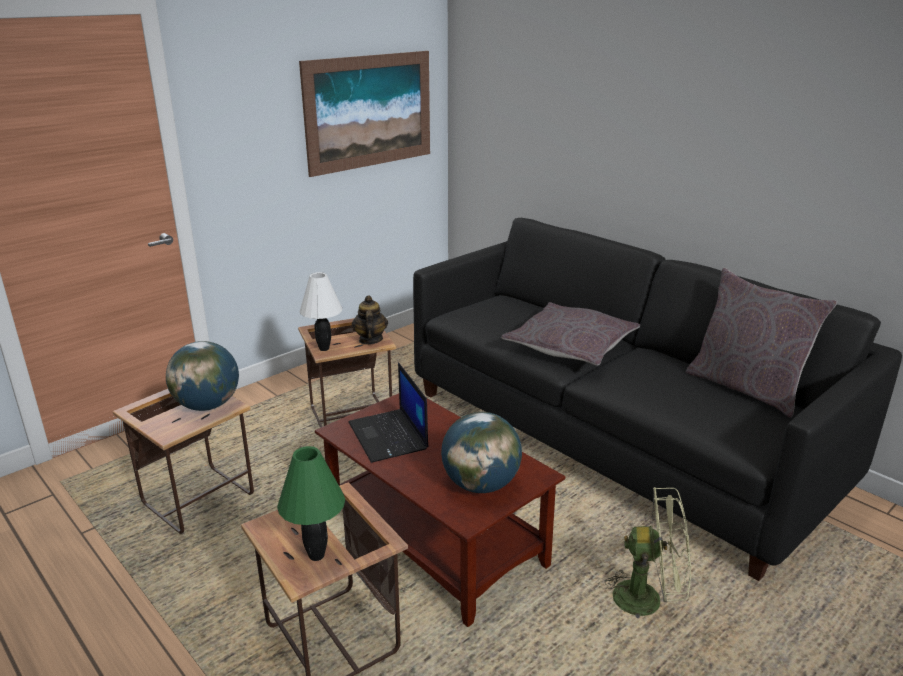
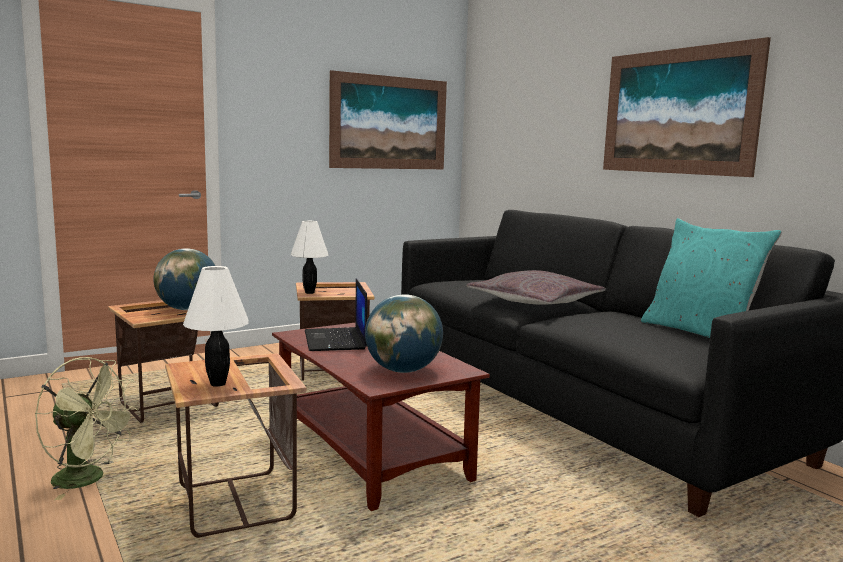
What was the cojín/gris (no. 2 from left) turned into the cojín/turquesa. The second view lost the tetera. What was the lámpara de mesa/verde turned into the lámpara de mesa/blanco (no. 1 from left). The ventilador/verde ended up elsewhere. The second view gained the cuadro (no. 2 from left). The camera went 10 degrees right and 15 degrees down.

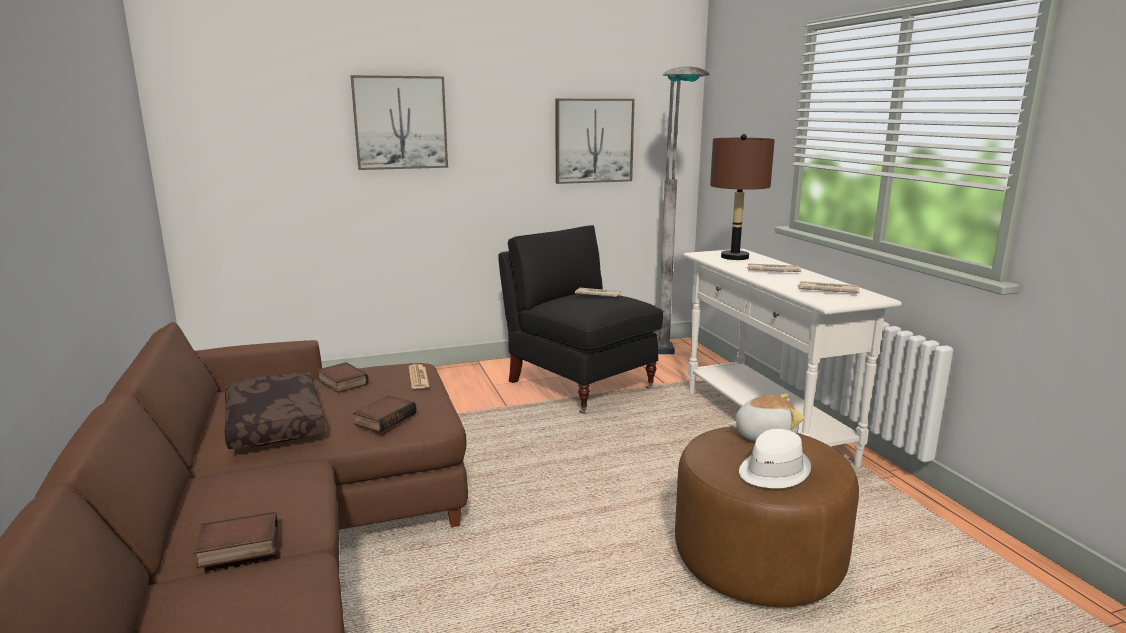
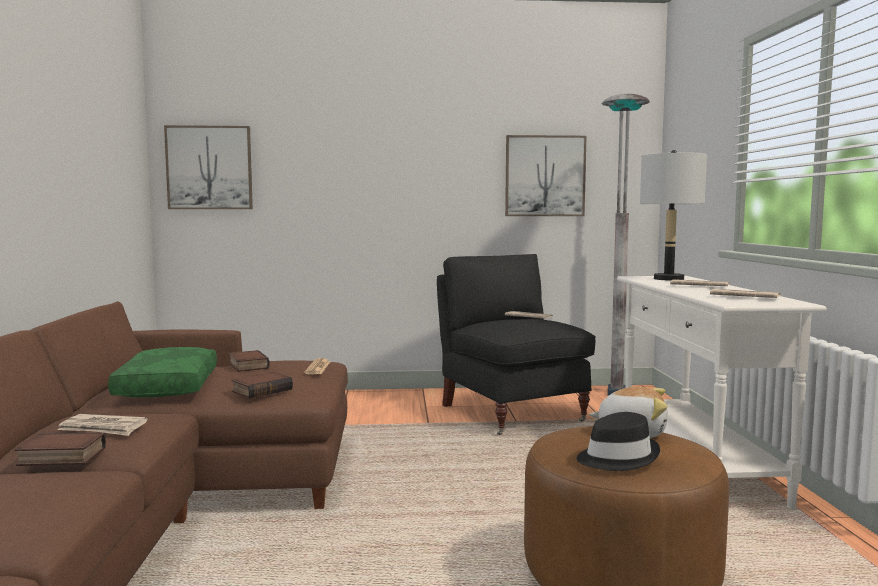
The cuadro (no. 1 from left) ended up elsewhere. What was the lámpara de mesa/marrón turned into the lámpara de mesa/gris. What was the cojín/marrón turned into the cojín/verde. What was the sombrero/blanco turned into the sombrero/negro. The second view gained the periódico (no. 1 from left). The camera went 15 degrees right and 10 degrees down.

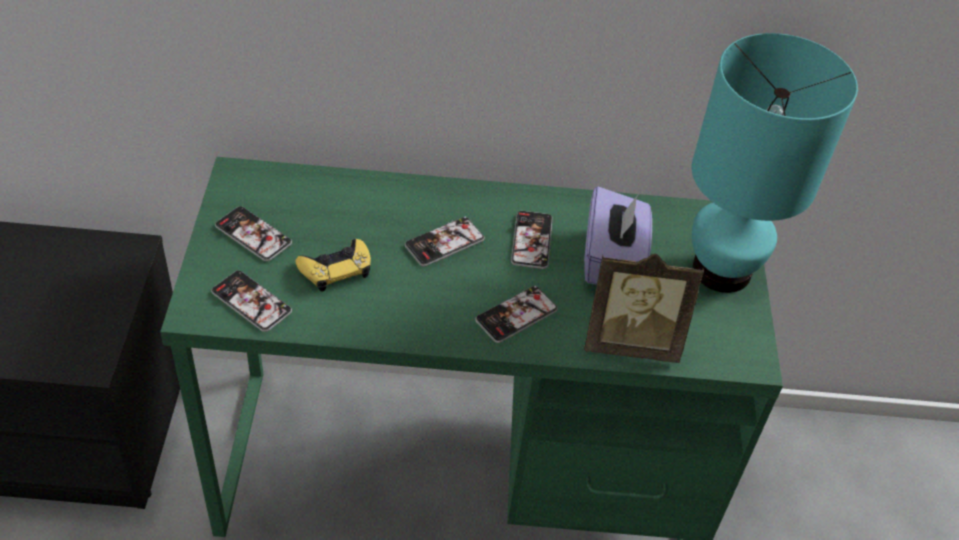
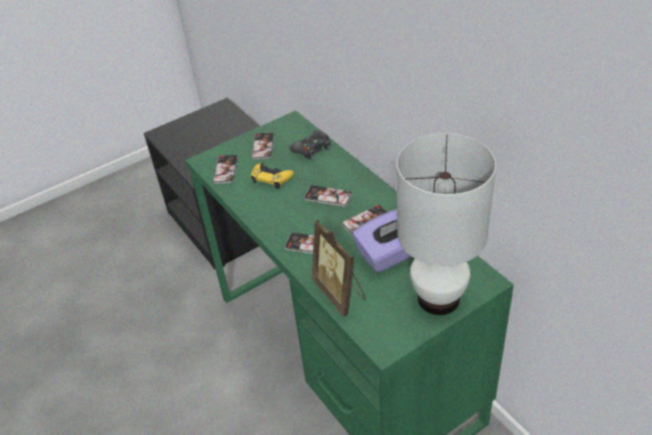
What was the lámpara de mesa/turquesa turned into the lámpara de mesa/blanco. The second view gained the mando de consola/negro. The camera went 60 degrees right and 5 degrees down.

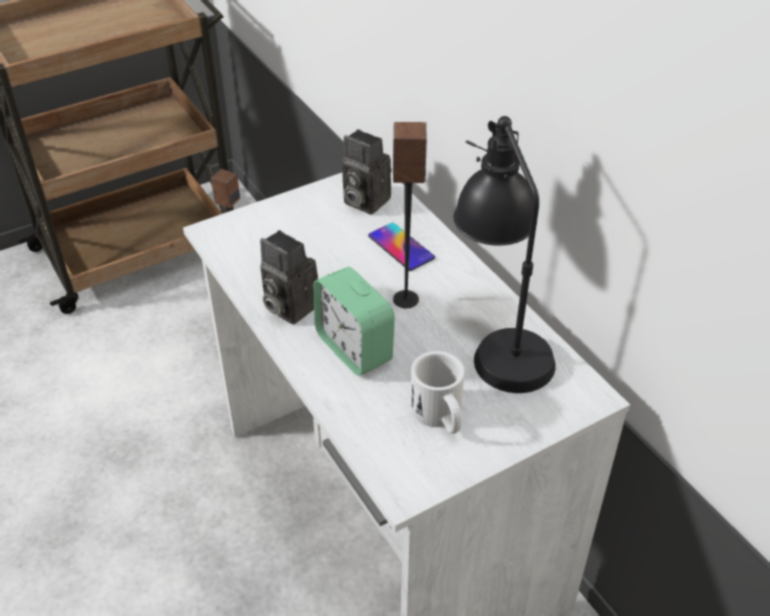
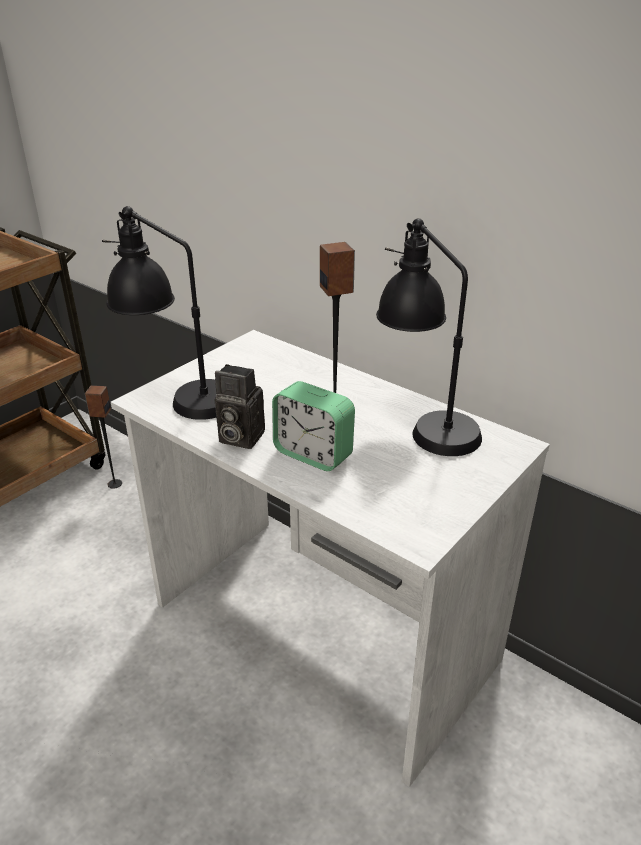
The second view lost the cámara (no. 2 from left). The second view lost the móvil. The second view lost the taza grande/blanco. The second view gained the lámpara de mesa/negro (no. 1 from left). The camera went 20 degrees left and 10 degrees down.

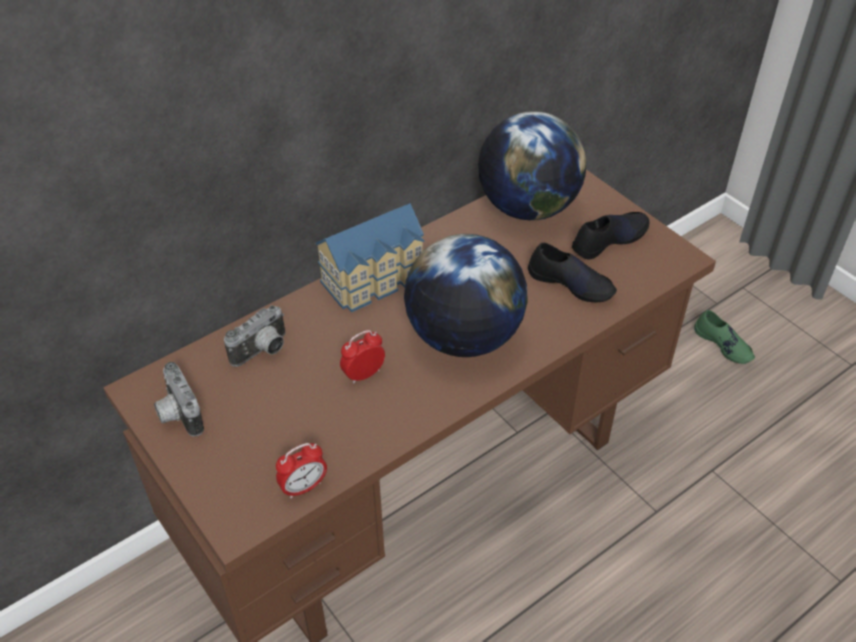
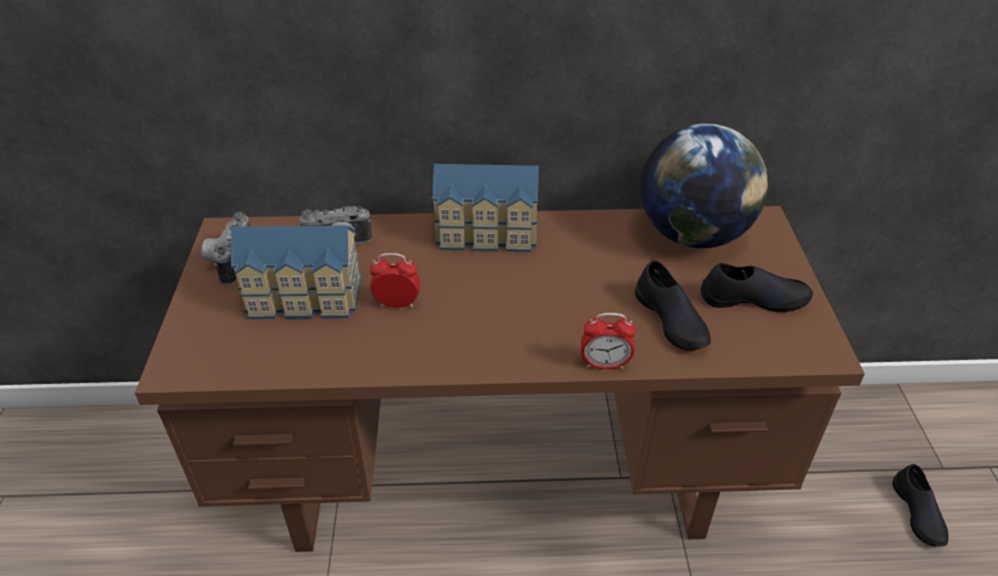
The second view lost the globo terráqueo (no. 1 from left). What was the zapato/verde turned into the zapato/negro (no. 3 from left). The despertador (no. 1 from left in the first image) ended up elsewhere. The second view gained the casita (no. 1 from left). The camera went 35 degrees right and 5 degrees down.

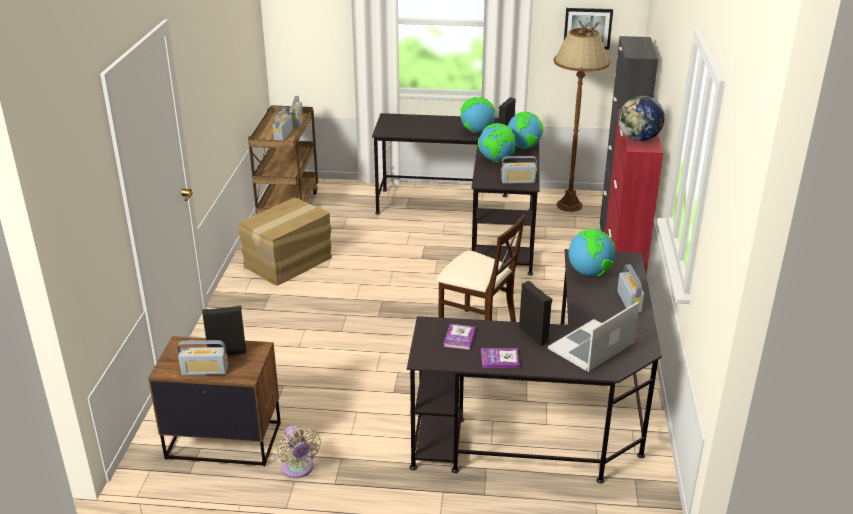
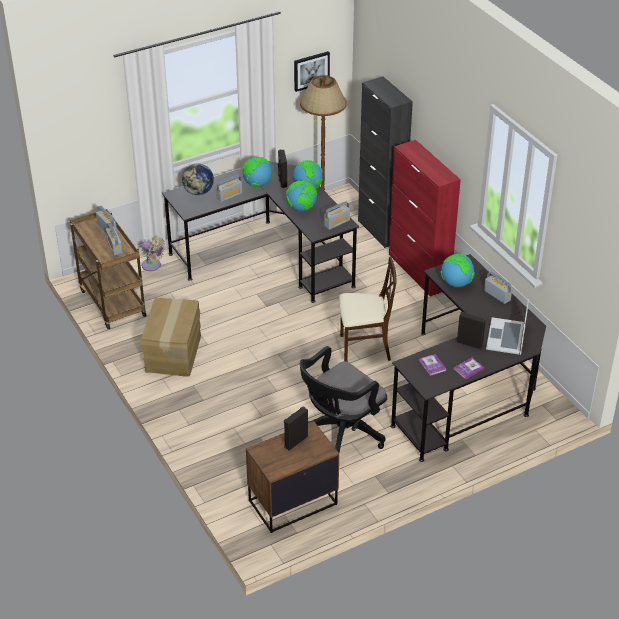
The globo terráqueo (no. 5 from left in the first image) ended up elsewhere. The radio (no. 1 from left in the first image) ended up elsewhere. The ventilador/beis ended up elsewhere. The second view gained the silla de oficina/negro. The camera went 35 degrees left and 10 degrees up.

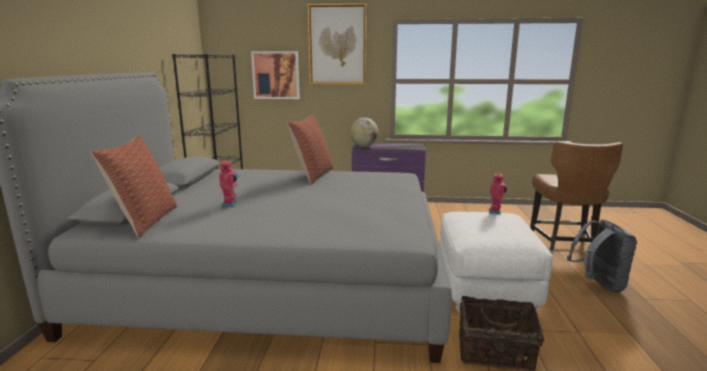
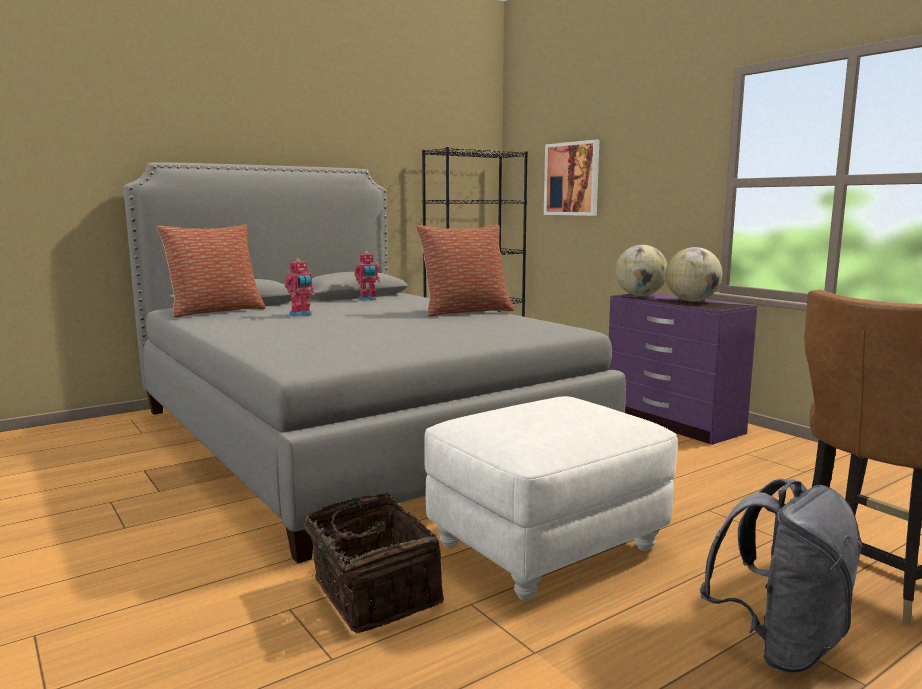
The second view lost the cuadro (no. 2 from left). The robot de juguete (no. 2 from left) ended up elsewhere. The second view gained the globo terráqueo (no. 2 from left). The camera went 50 degrees right and 5 degrees down.

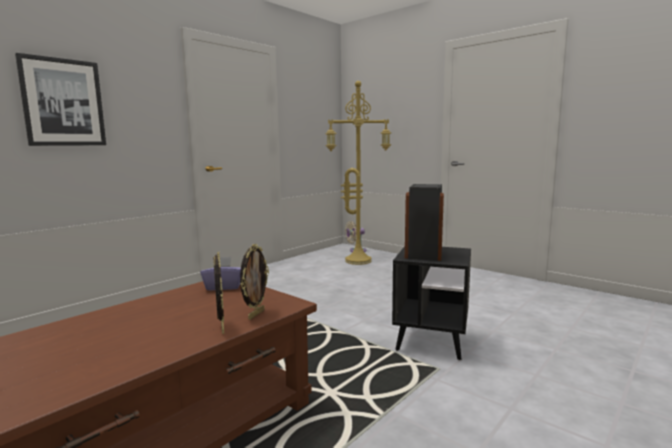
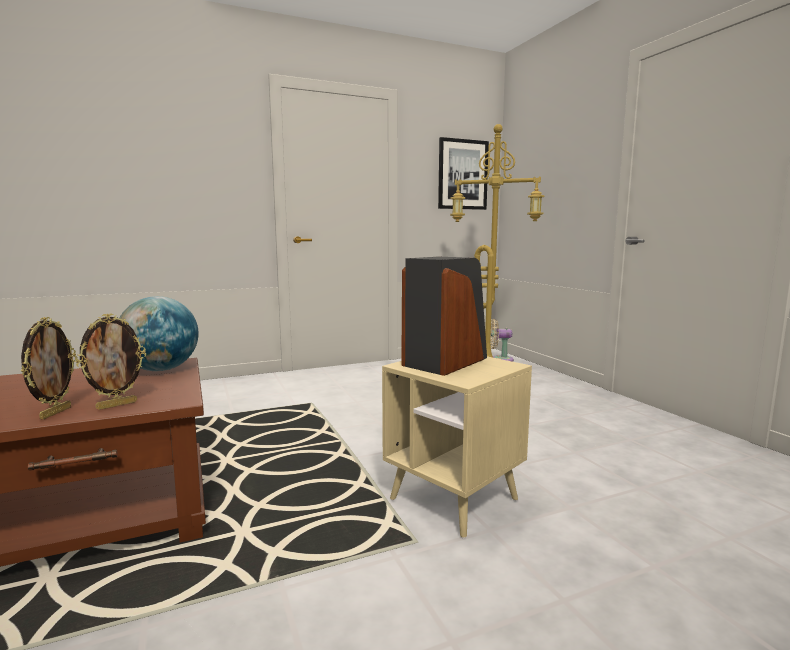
The cuadro ended up elsewhere. What was the mesa auxiliar/negro turned into the mesa auxiliar/beis. Where the caja de pañuelos/morado stood, the globo terráqueo came to stand. The camera went 25 degrees right and 0 degrees up.

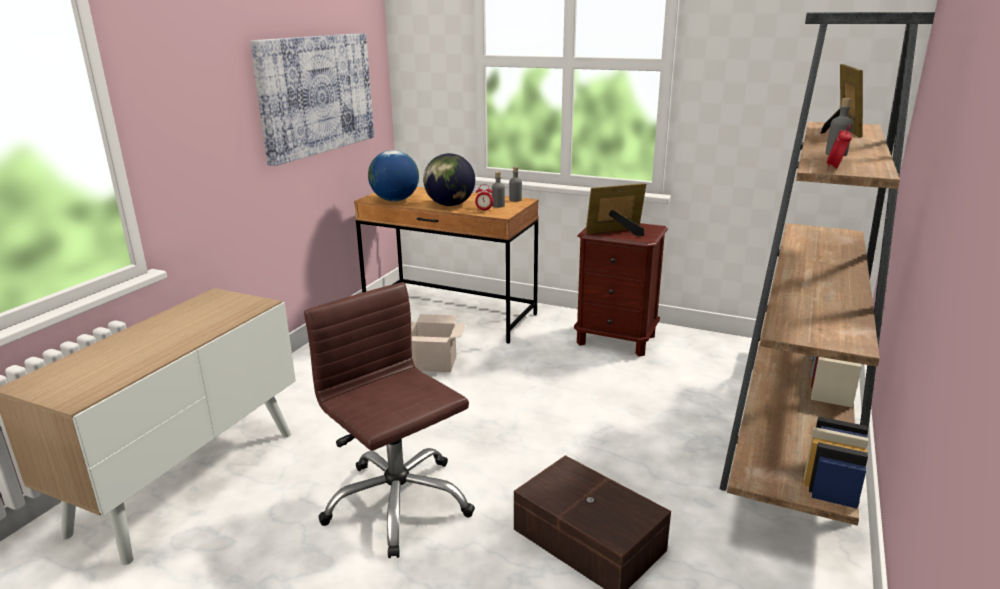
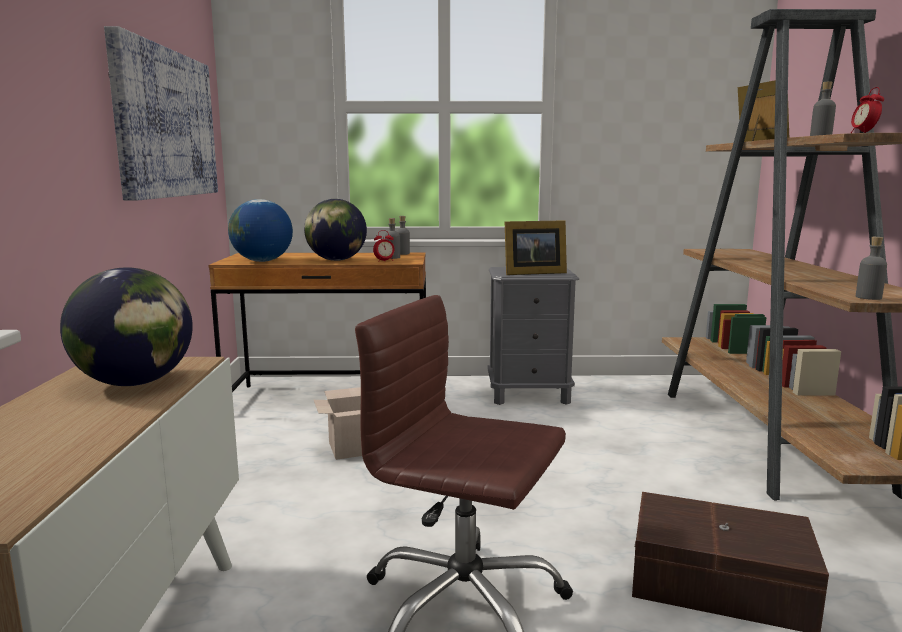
The portarretratos (no. 1 from left) ended up facing another way, 150 degrees counterclockwise from before. What was the mesita de noche/marrón turned into the mesita de noche/gris. The second view gained the botella/gris (no. 4 from left). The second view gained the globo terráqueo (no. 1 from left). The camera went 25 degrees left and 10 degrees down.

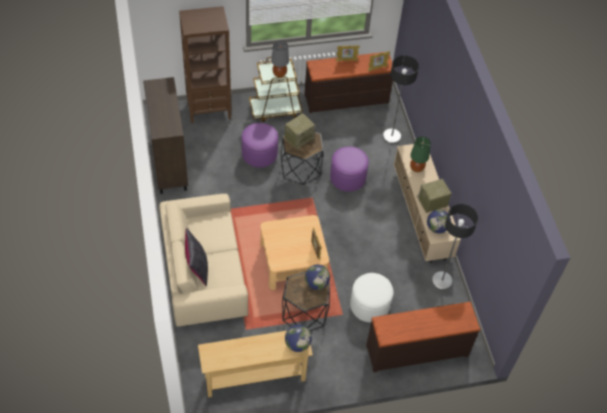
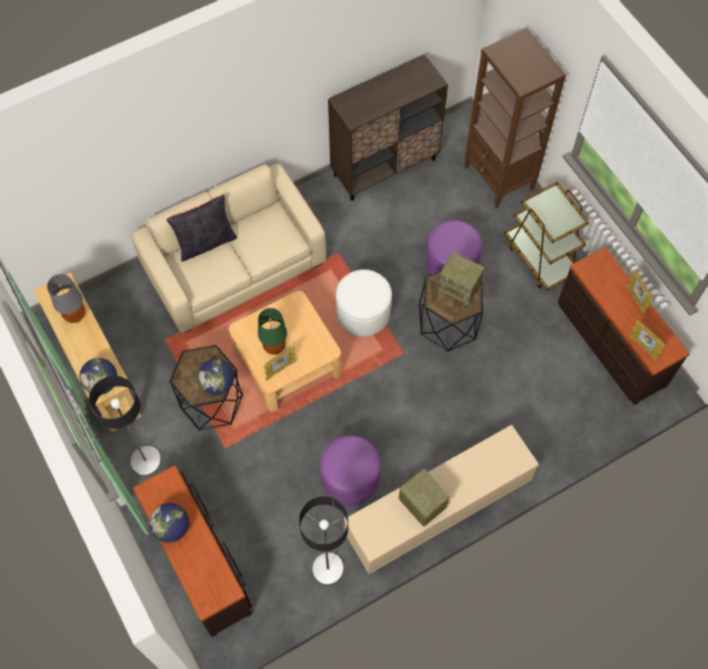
The lámpara de mesa/gris ended up elsewhere. The lámpara de pie (no. 1 from left) ended up elsewhere. The lámpara de mesa/verde ended up elsewhere. The puf/morado (no. 2 from left in the first image) ended up elsewhere. The globo terráqueo (no. 3 from left in the first image) ended up elsewhere. The puf/blanco ended up elsewhere. The camera went 75 degrees right and 10 degrees up.

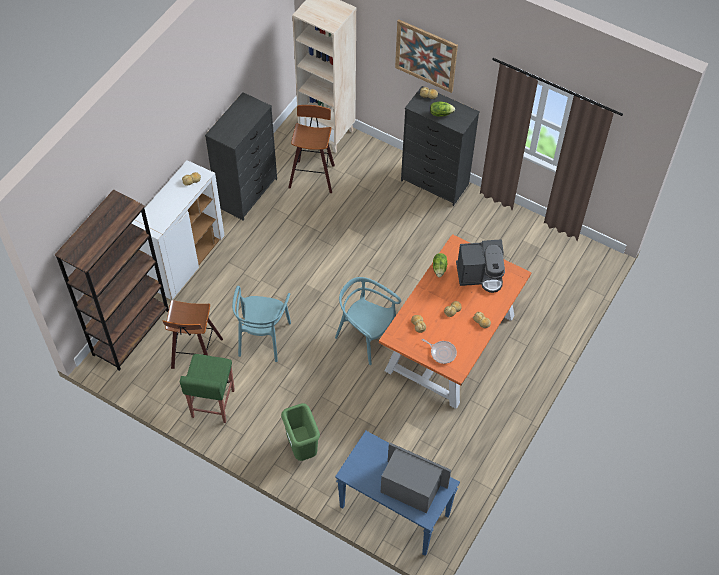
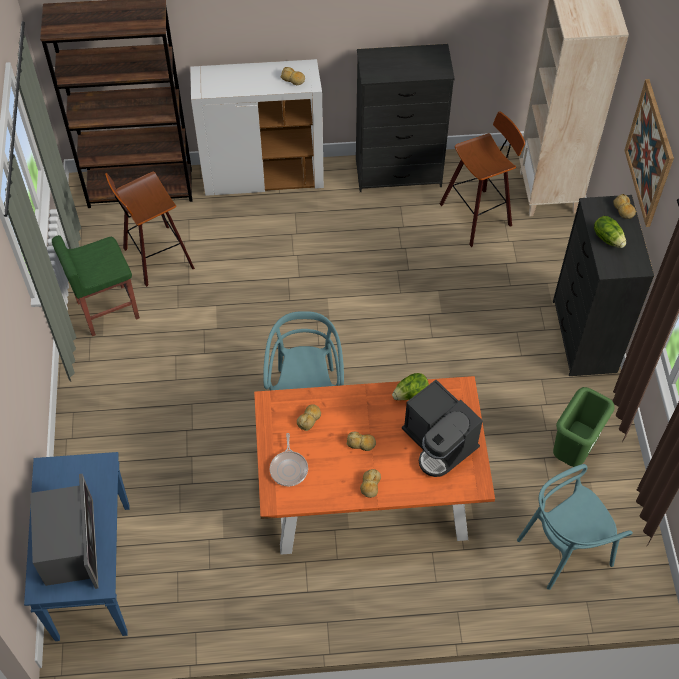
The silla/turquesa (no. 1 from left in the first image) ended up elsewhere. The papelera/verde ended up elsewhere. The camera went 55 degrees right and 0 degrees up.

